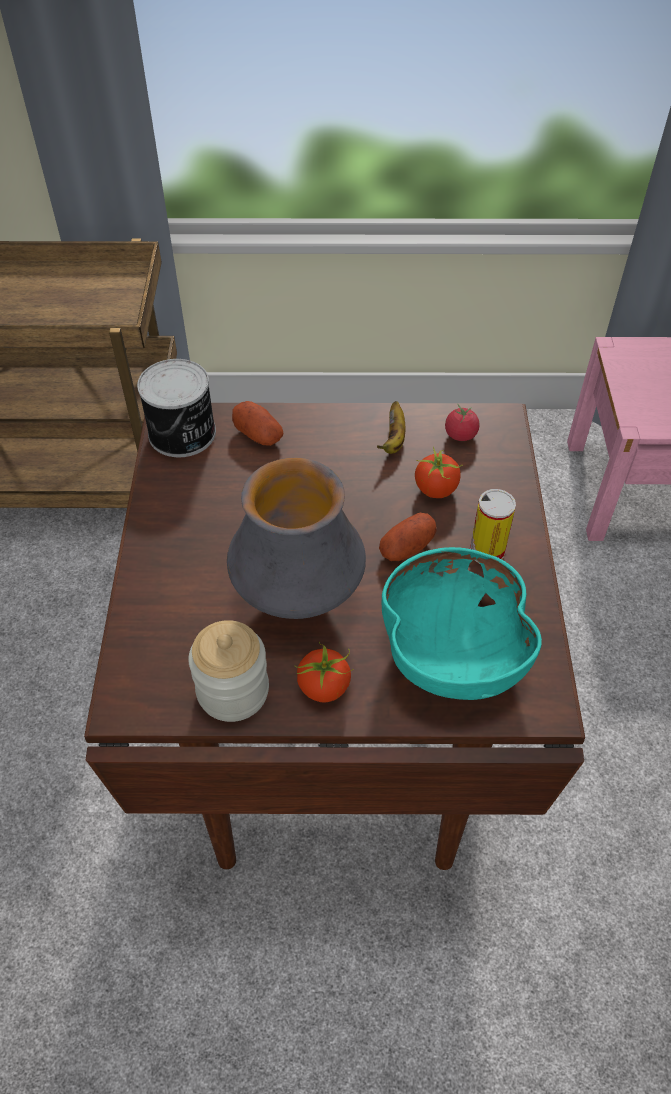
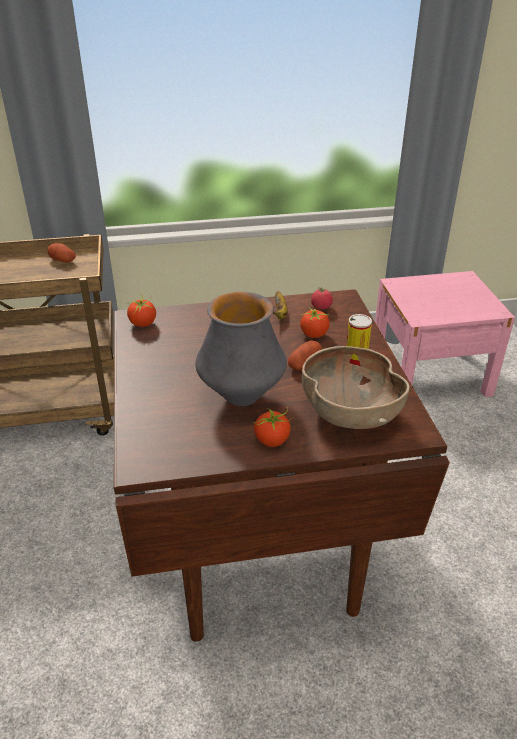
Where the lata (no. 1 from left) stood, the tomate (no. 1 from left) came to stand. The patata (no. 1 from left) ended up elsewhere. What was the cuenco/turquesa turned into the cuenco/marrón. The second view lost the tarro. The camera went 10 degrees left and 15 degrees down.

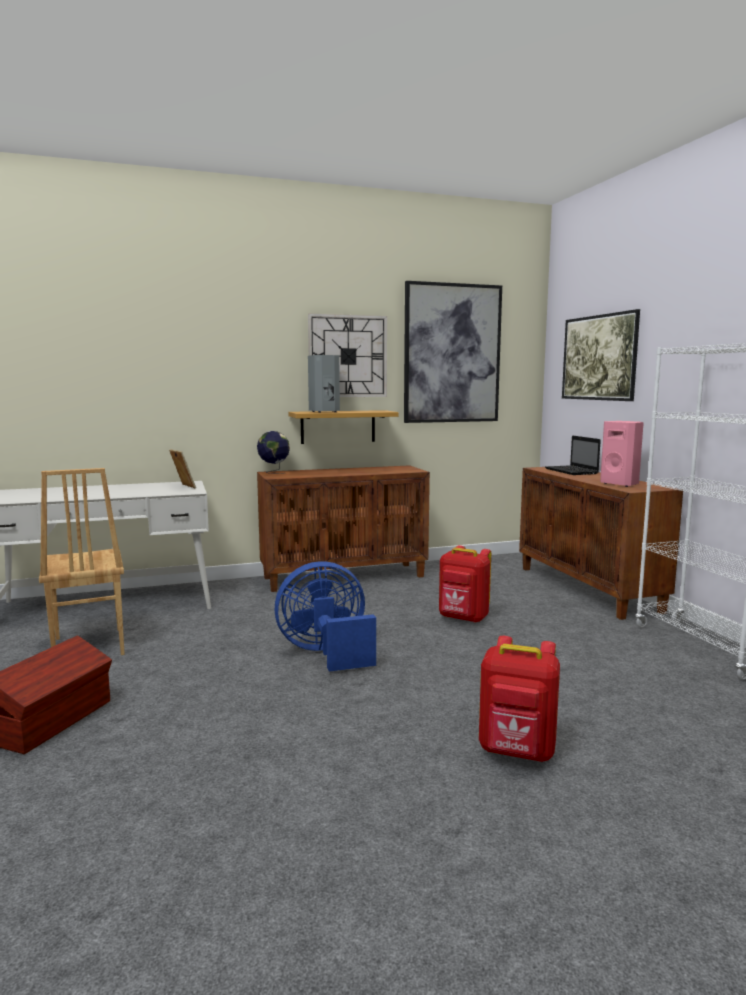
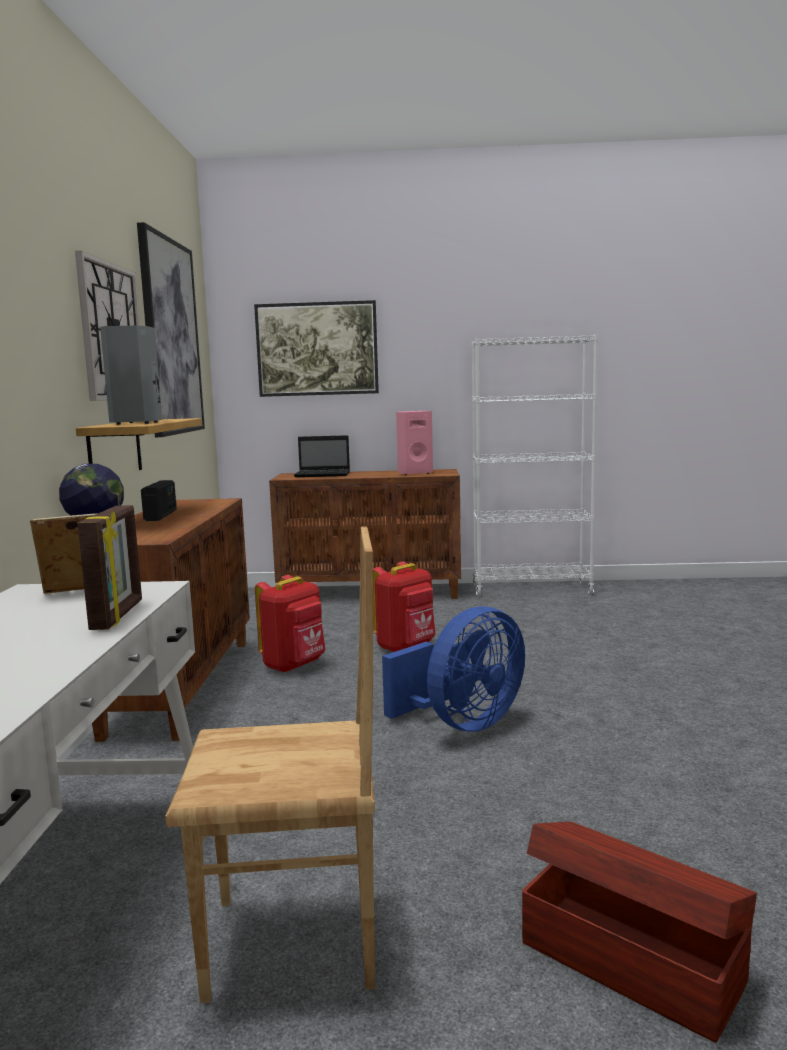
The ventilador/azul ended up facing another way, 135 degrees counterclockwise from before. The mochila/rojo (no. 2 from left in the first image) ended up elsewhere. The second view gained the radio. The second view gained the portarretratos (no. 2 from left). The camera went 70 degrees left and 0 degrees up.

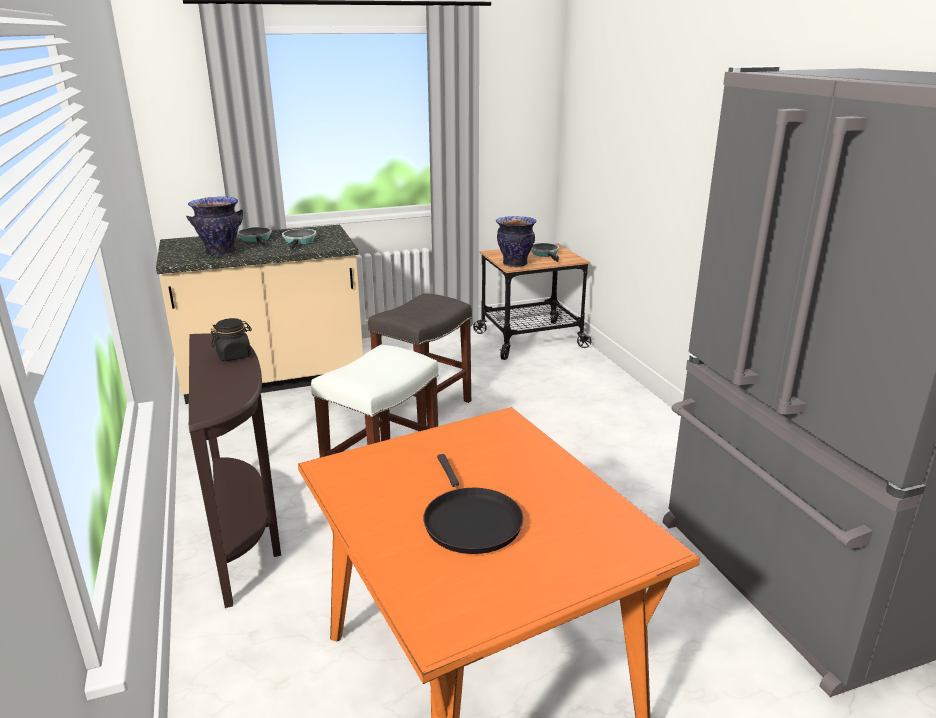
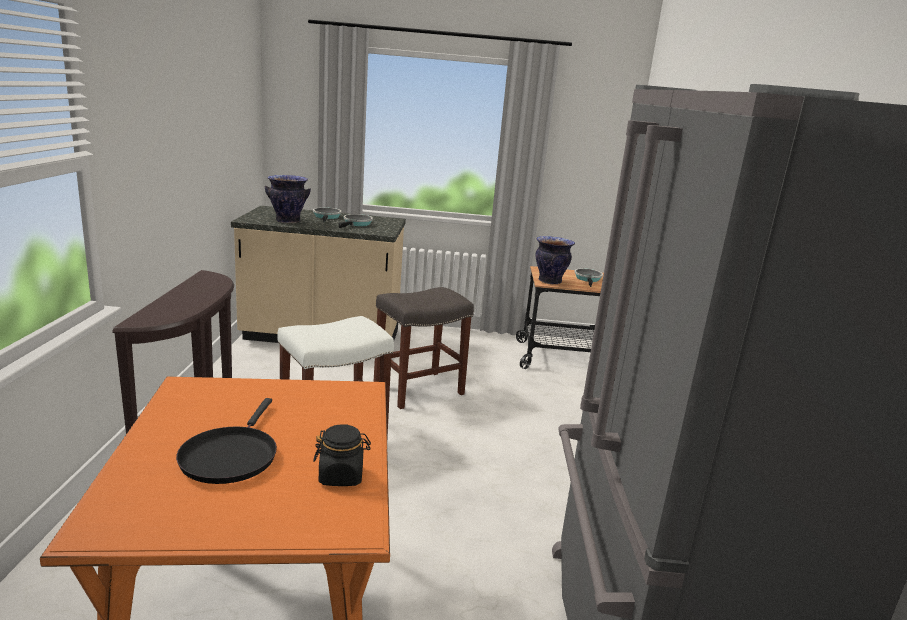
The tarro/negro ended up elsewhere. The camera went 20 degrees right and 5 degrees down.

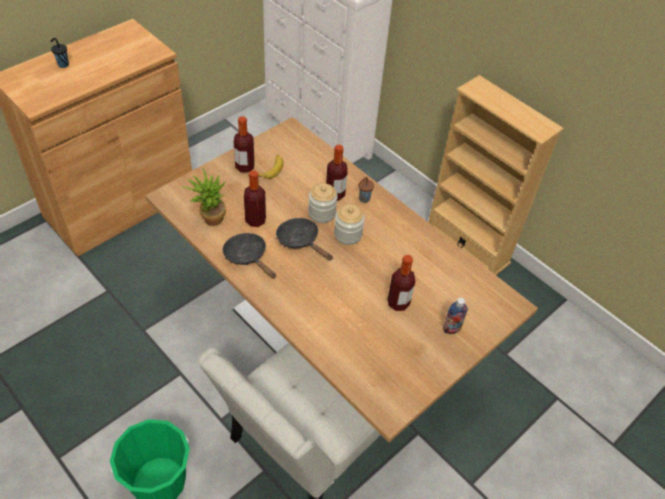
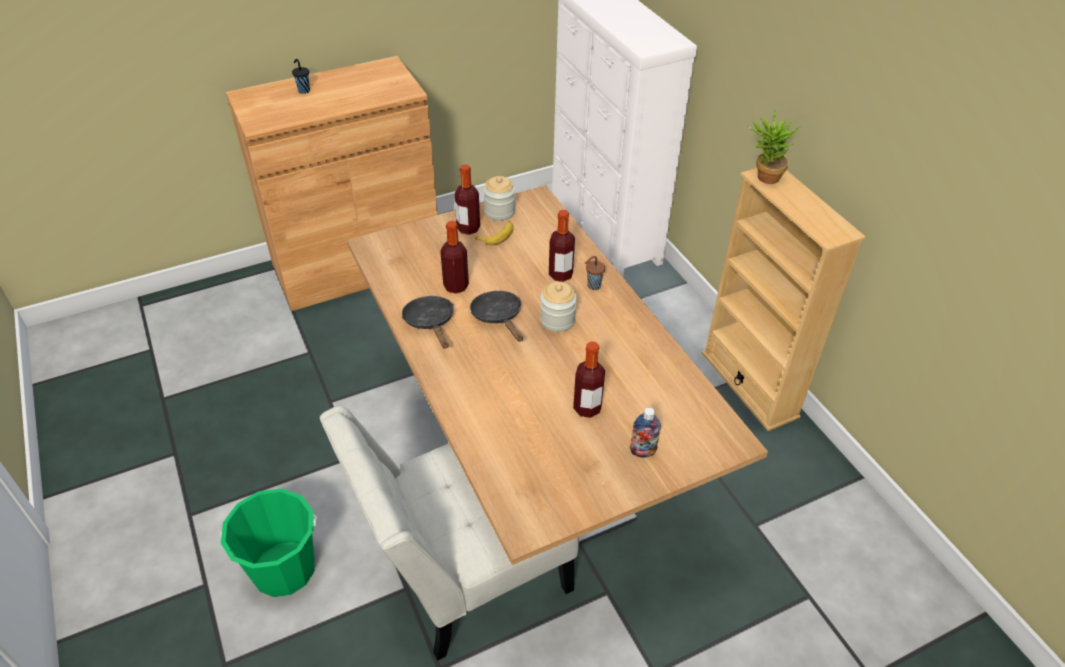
The planta en maceta ended up elsewhere. The tarro (no. 1 from left) ended up elsewhere. The camera went 20 degrees right and 5 degrees down.

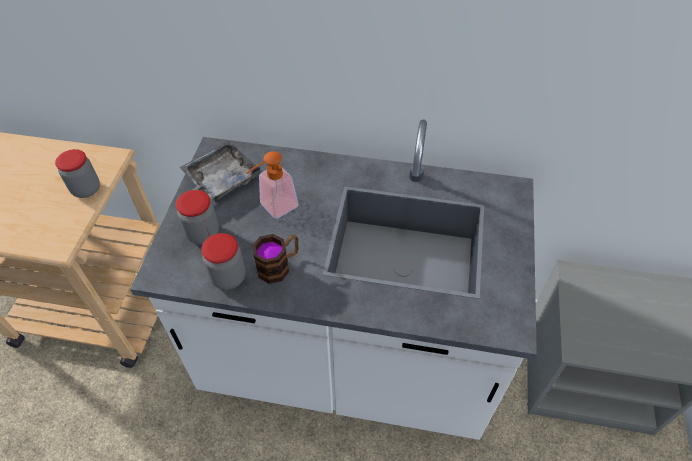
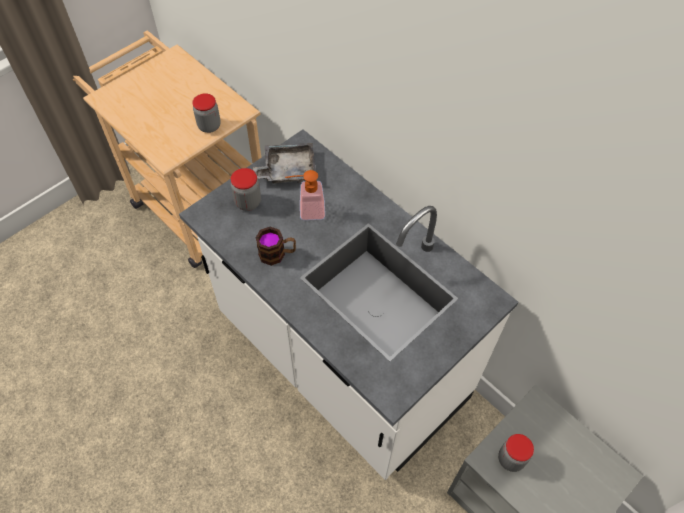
The tarro (no. 3 from left) ended up elsewhere. The camera went 35 degrees right and 5 degrees up.

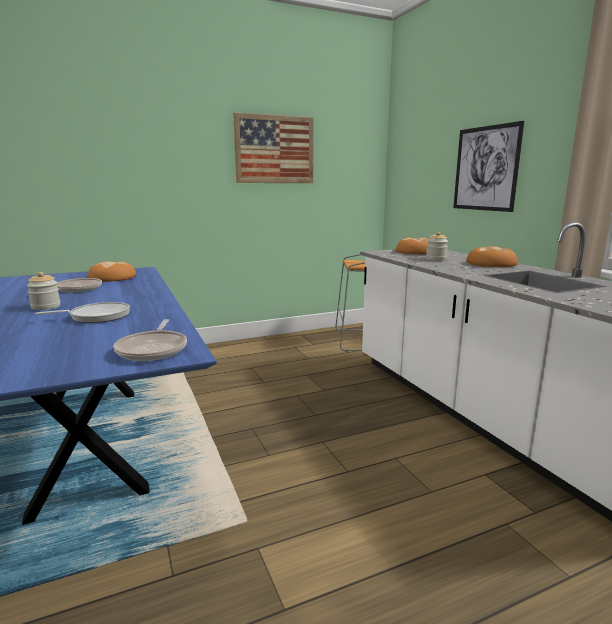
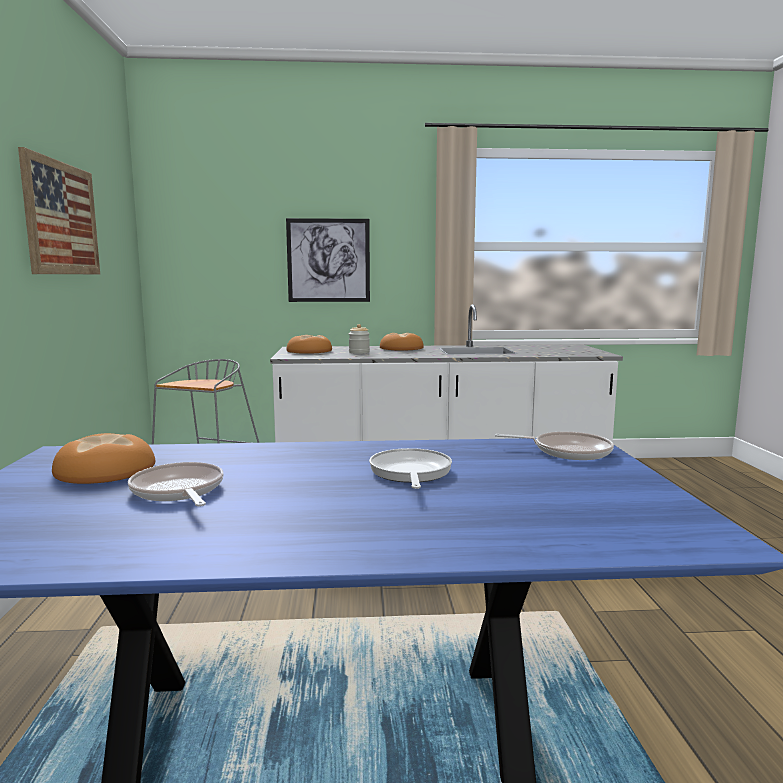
The second view lost the tarro (no. 1 from left). The camera went 70 degrees left and 5 degrees down.

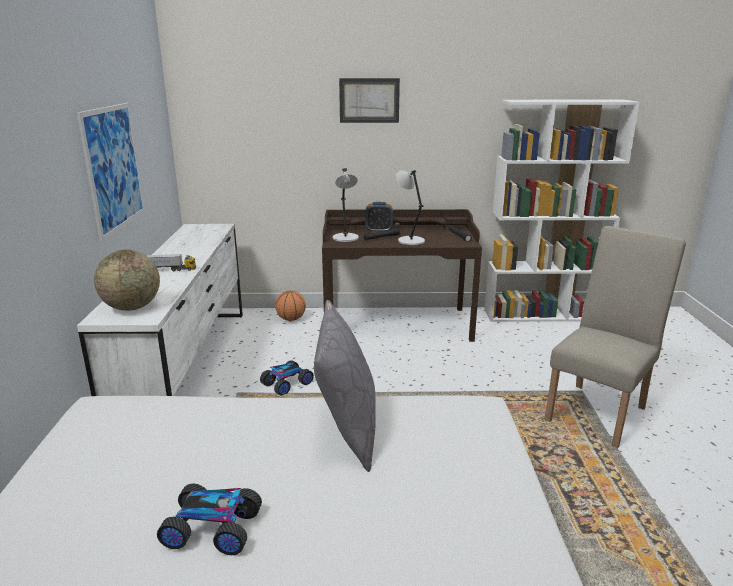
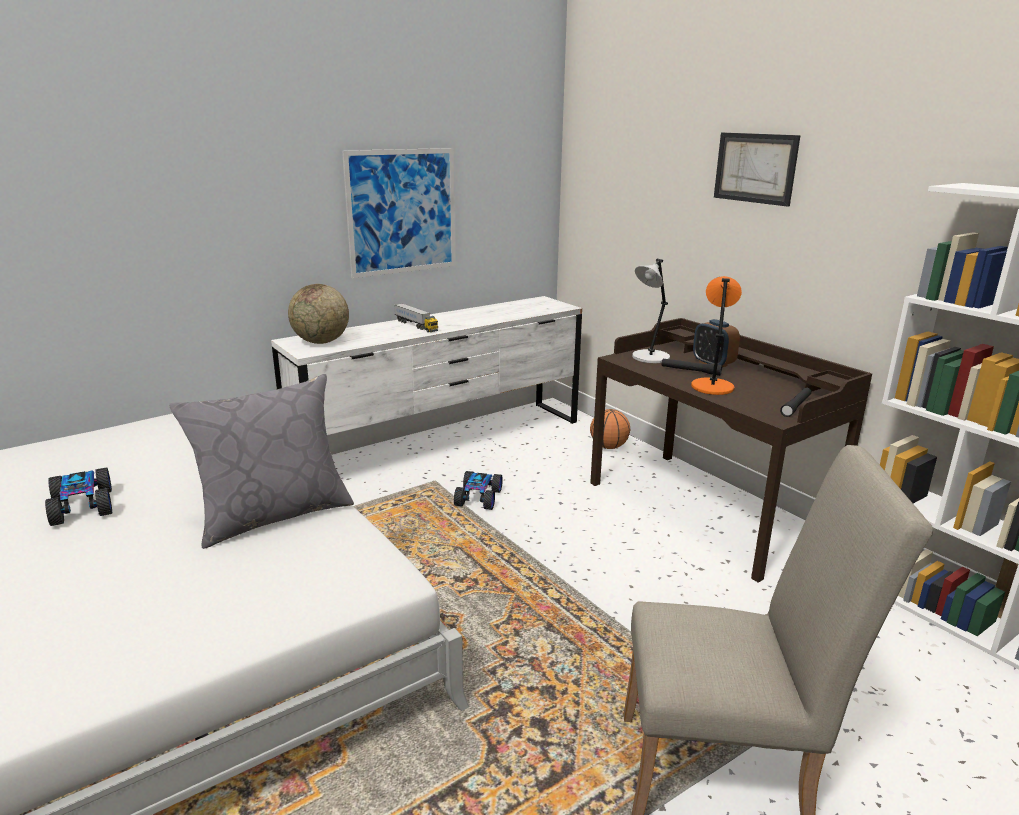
What was the lámpara de mesa/gris (no. 2 from left) turned into the lámpara de mesa/naranja. The coche de juguete (no. 2 from left) ended up facing another way, 90 degrees counterclockwise from before. The camera went 55 degrees right and 0 degrees up.

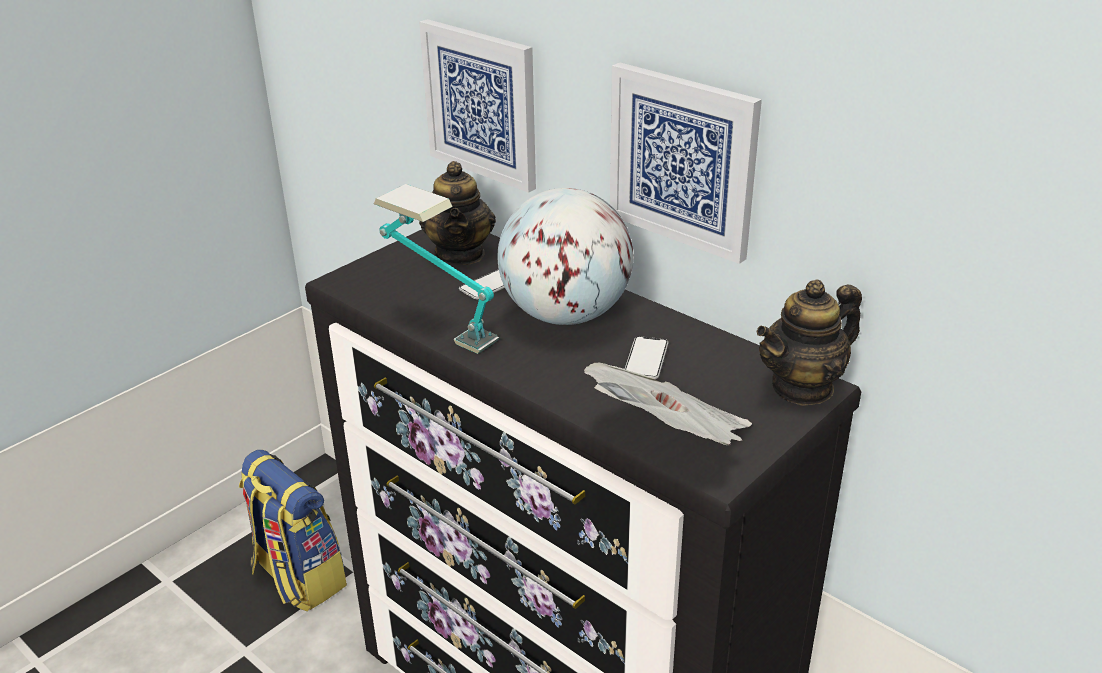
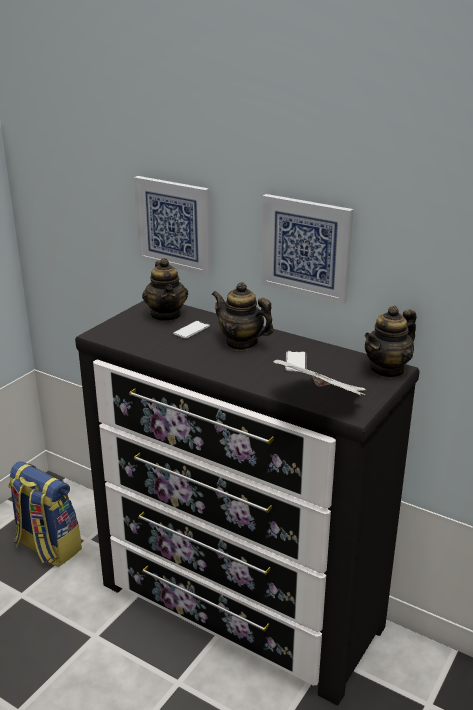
The second view lost the lámpara de mesa. Where the globo terráqueo stood, the tetera (no. 2 from left) came to stand. The camera went 10 degrees left and 5 degrees down.

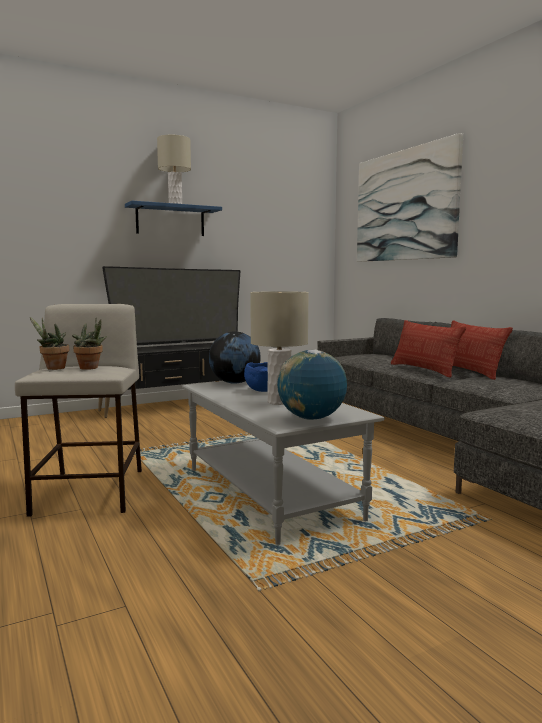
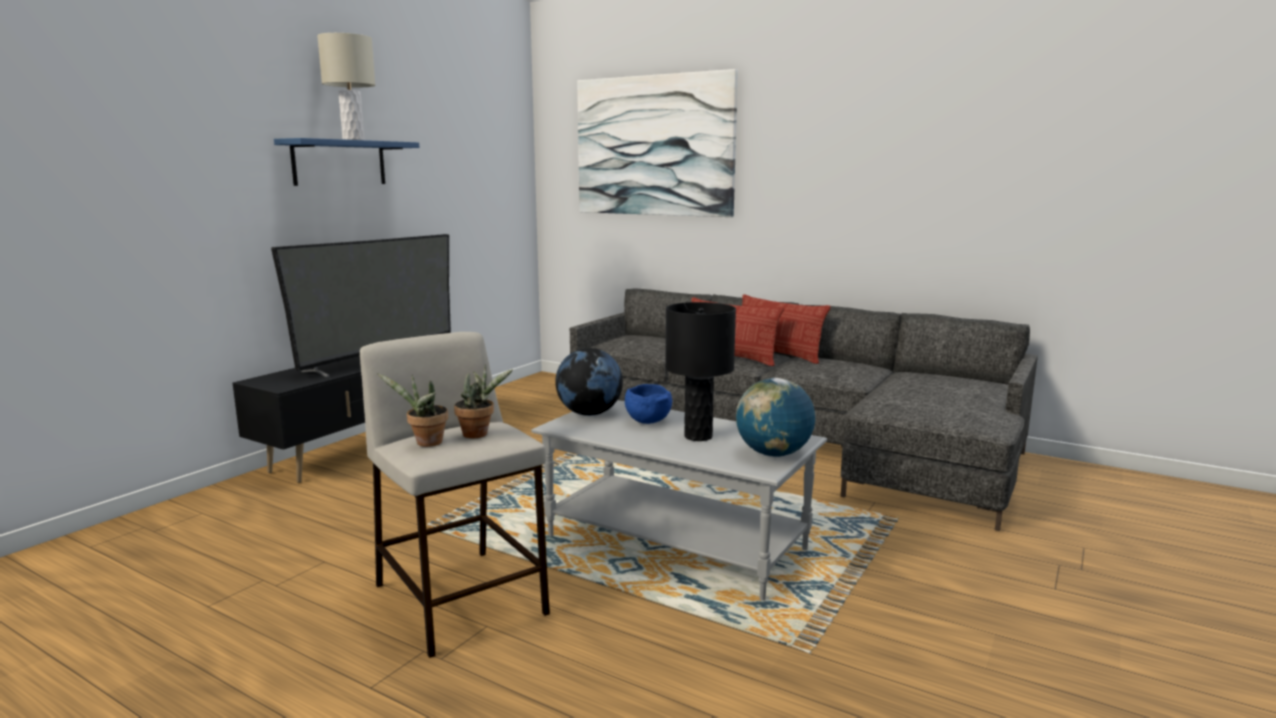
What was the lámpara de mesa/beis (no. 2 from left) turned into the lámpara de mesa/negro. The camera went 30 degrees left and 5 degrees up.

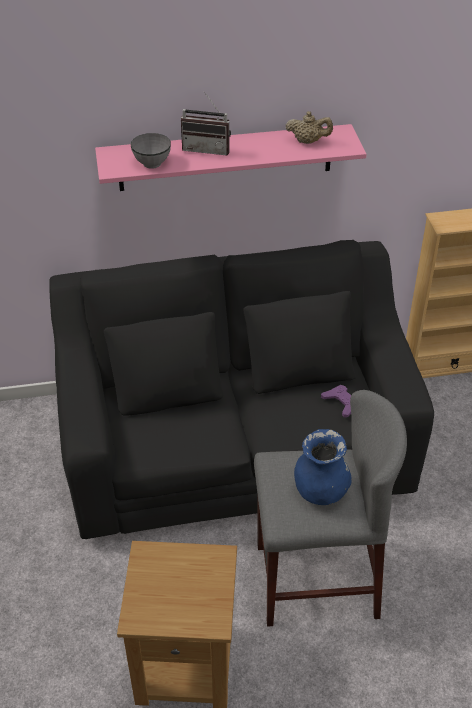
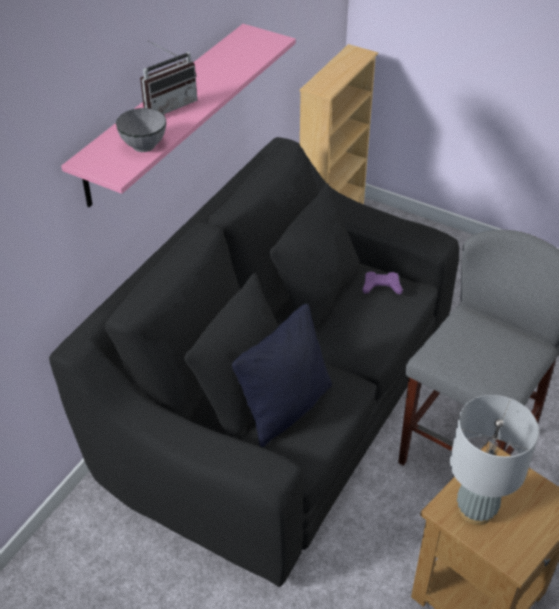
The second view lost the tetera/beis. The second view lost the florero/azul. The second view gained the cojín/negro. The second view gained the lámpara de mesa/gris. The camera went 50 degrees left and 0 degrees up.

